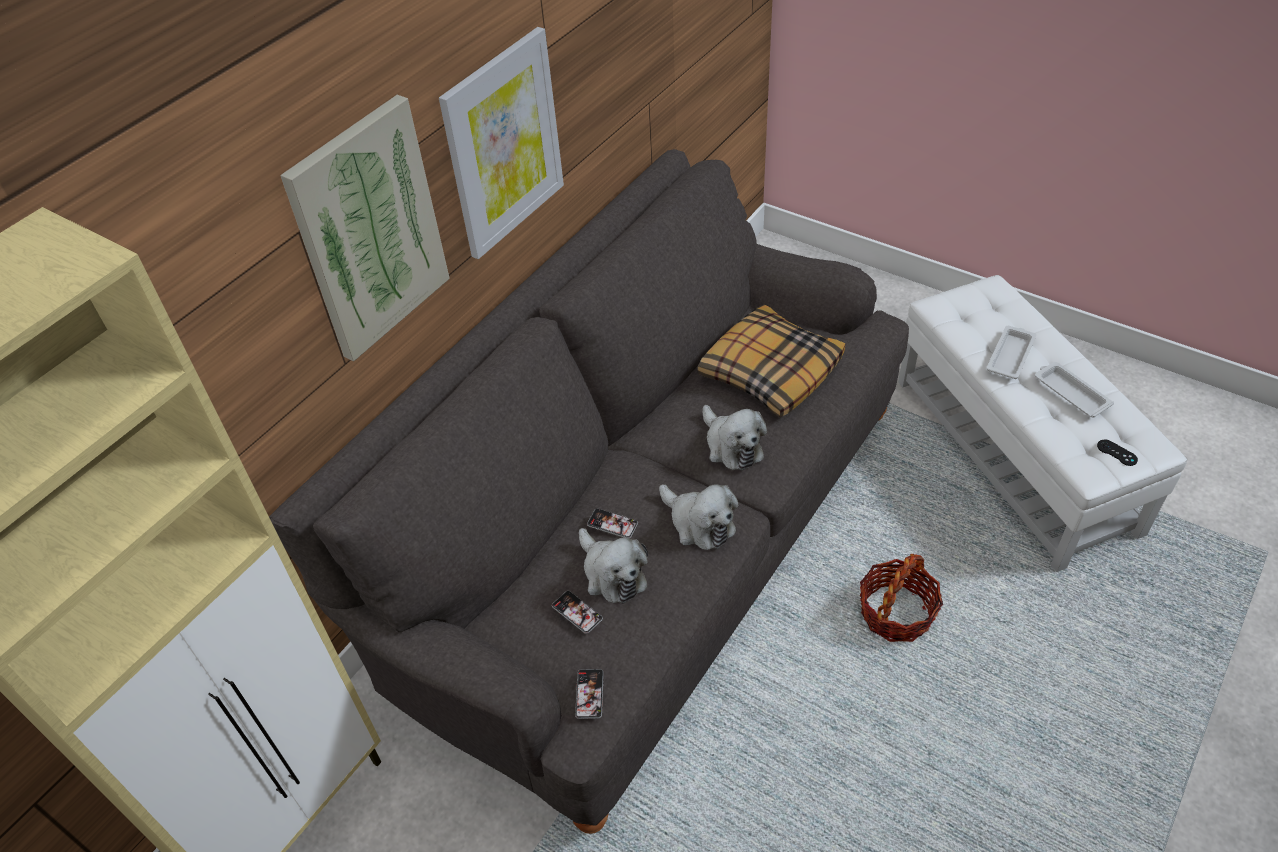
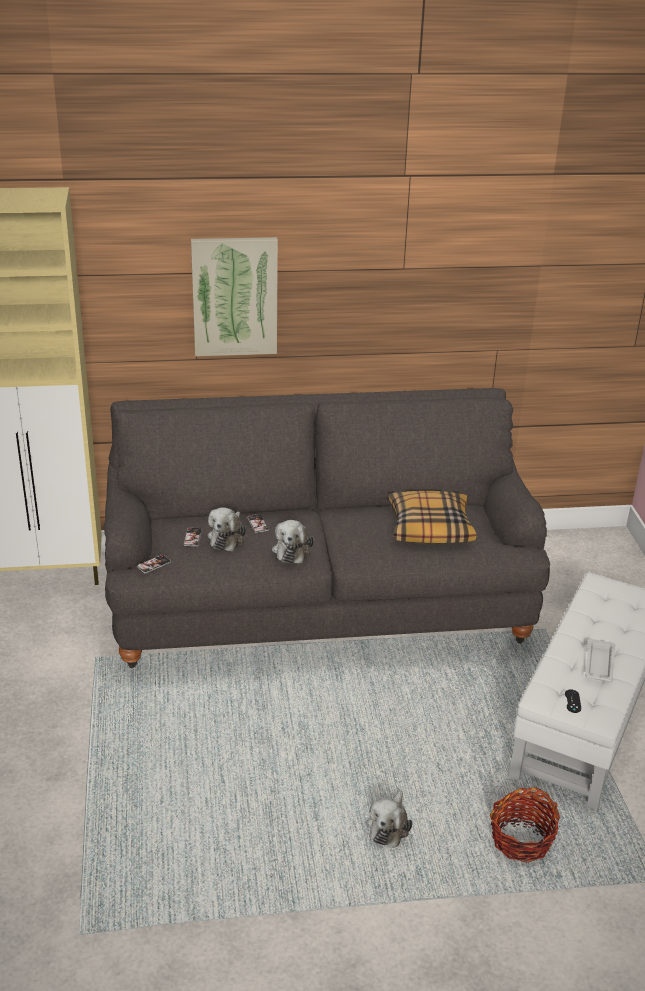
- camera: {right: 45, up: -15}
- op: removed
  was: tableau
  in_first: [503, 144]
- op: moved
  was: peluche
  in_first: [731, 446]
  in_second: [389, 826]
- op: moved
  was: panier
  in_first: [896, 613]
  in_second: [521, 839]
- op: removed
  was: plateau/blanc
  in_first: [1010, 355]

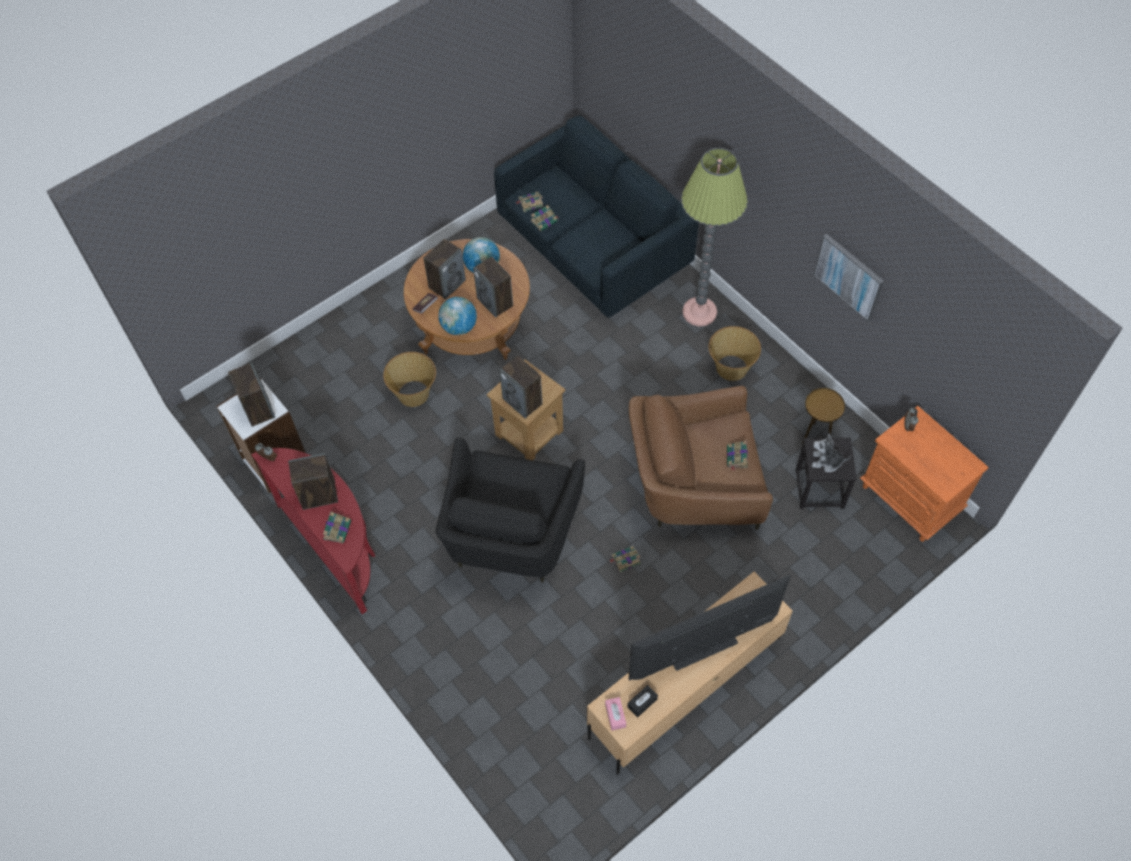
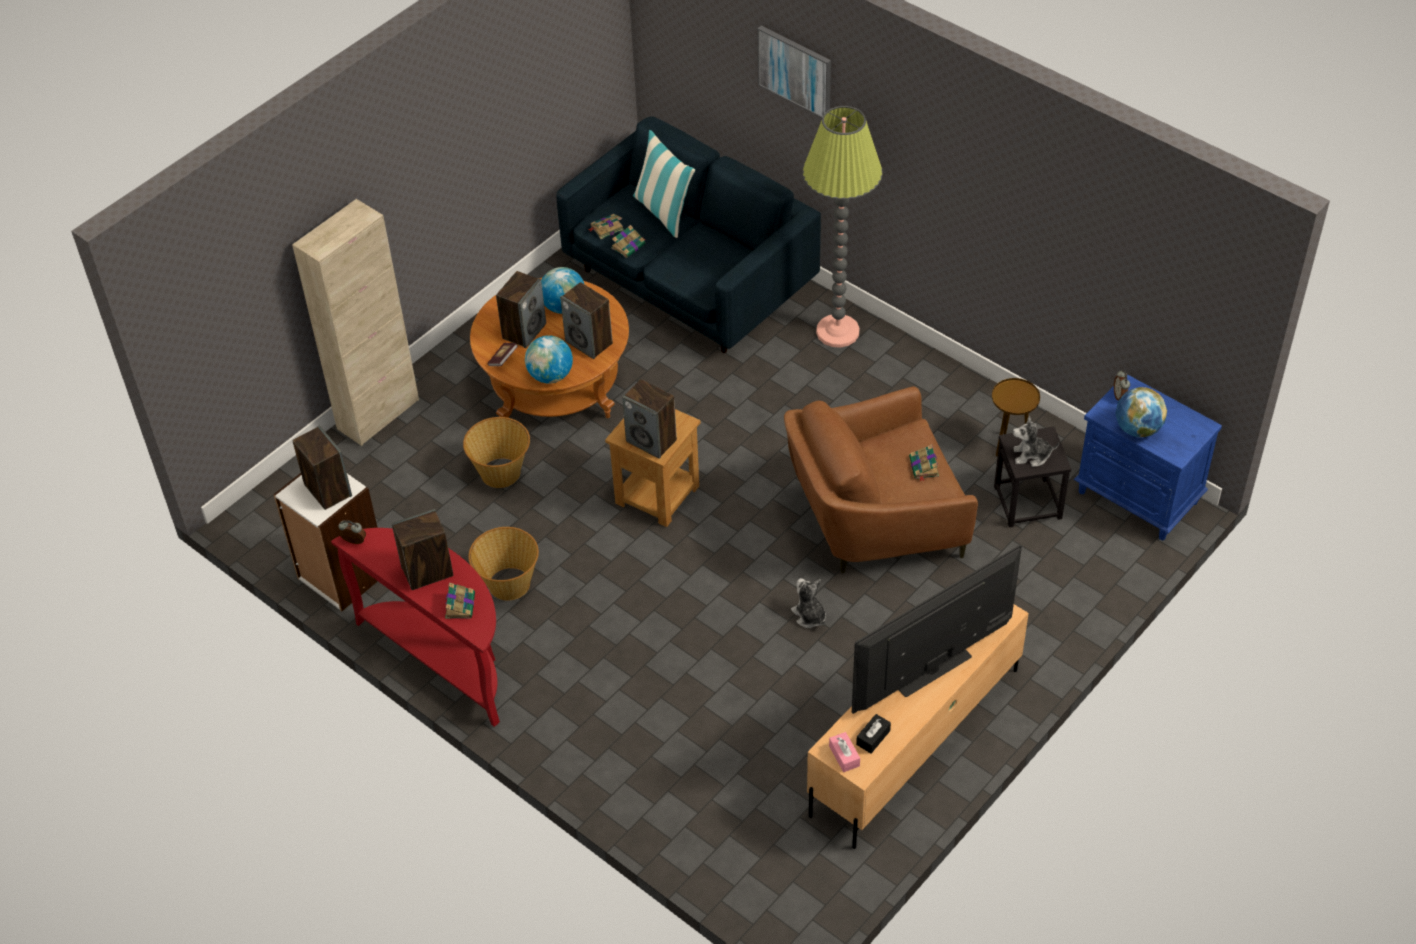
- camera: {right: -10, up: -10}
- op: removed
  was: fauteuil/noir
  in_first: [511, 535]
- op: replaced
  was: livre
  now: peluche
  in_first: [625, 560]
  in_second: [809, 616]
- op: moved
  was: panier
  in_first: [731, 368]
  in_second: [508, 584]
- op: moved
  was: tableau
  in_first: [849, 276]
  in_second: [795, 71]
- op: recoloured
  was: table de chevet/orange
  now: table de chevet/bleu
  in_first: [910, 499]
  in_second: [1139, 497]
- op: added
  now: meuble de rangement/beige
  in_second: [378, 414]
- op: added
  now: coussin
  in_second: [663, 212]
- op: added
  now: globe
  in_second: [1137, 429]

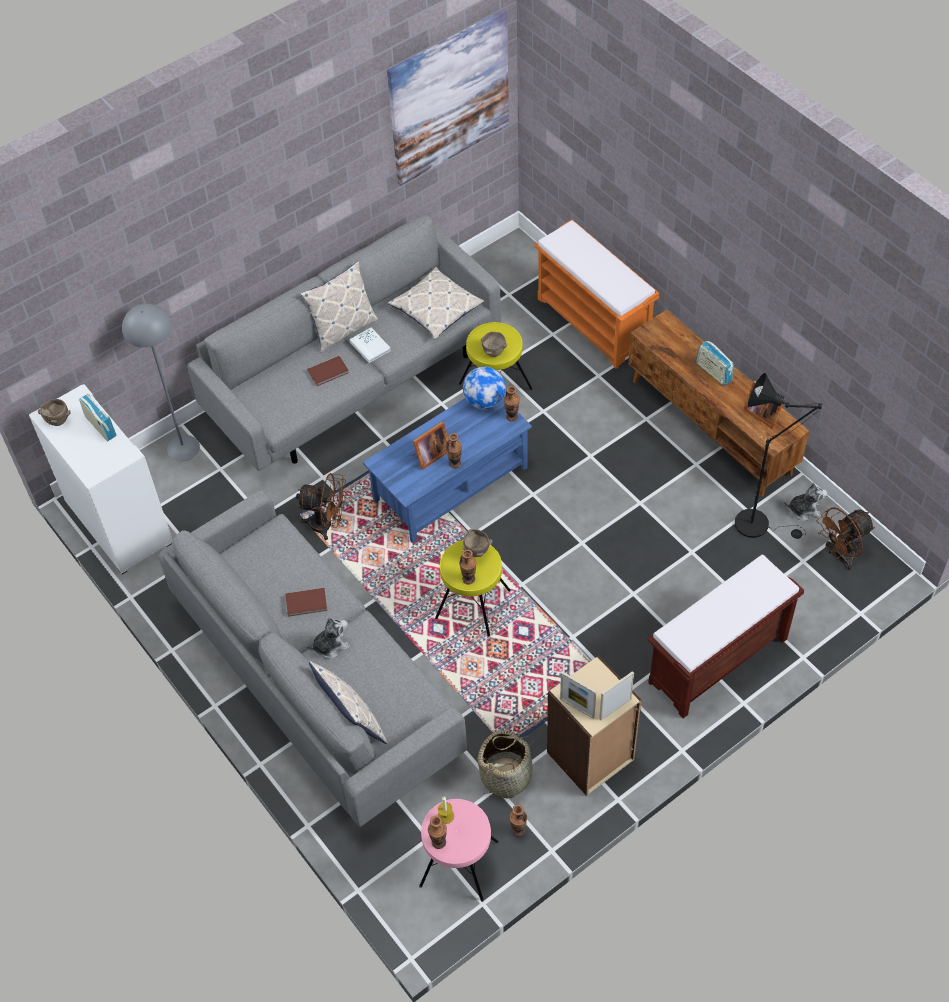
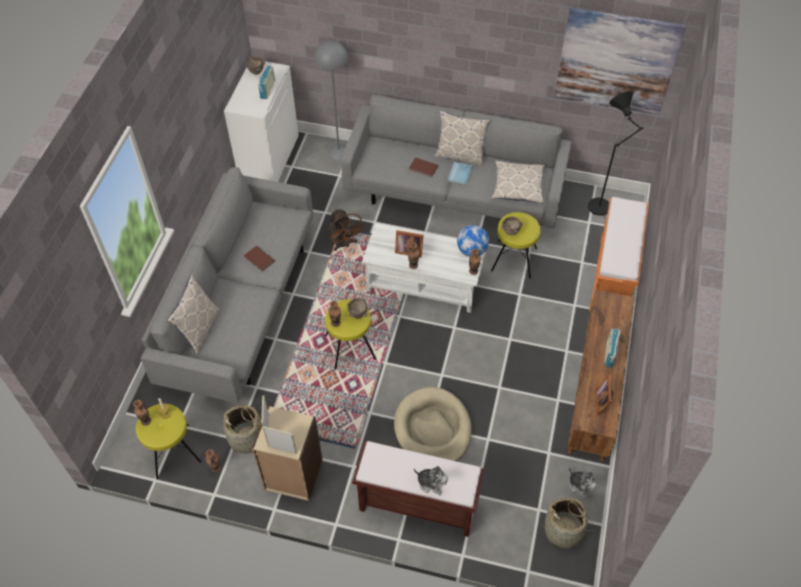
- camera: {right: 50, up: 0}
- op: moved
  was: peluche
  in_first: [330, 646]
  in_second: [431, 483]
- op: recoloured
  was: livre/blanc
  now: livre/bleu
  in_first: [370, 346]
  in_second: [460, 174]
- op: recoloured
  was: table basse/bleu
  now: table basse/blanc
  in_first: [450, 484]
  in_second: [424, 283]
- op: recoloured
  was: tabouret/rose
  now: tabouret/jaune
  in_first: [458, 864]
  in_second: [172, 451]
- op: moved
  was: lampadaire/noir
  in_first: [758, 524]
  in_second: [602, 210]
- op: replaced
  was: ventilateur/marron
  now: panier
  in_first: [840, 555]
  in_second: [564, 530]
- op: added
  now: panier pour chien/beige
  in_second: [432, 429]

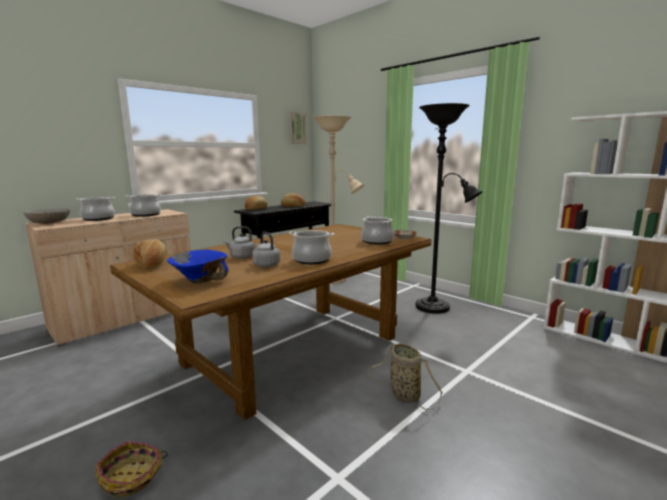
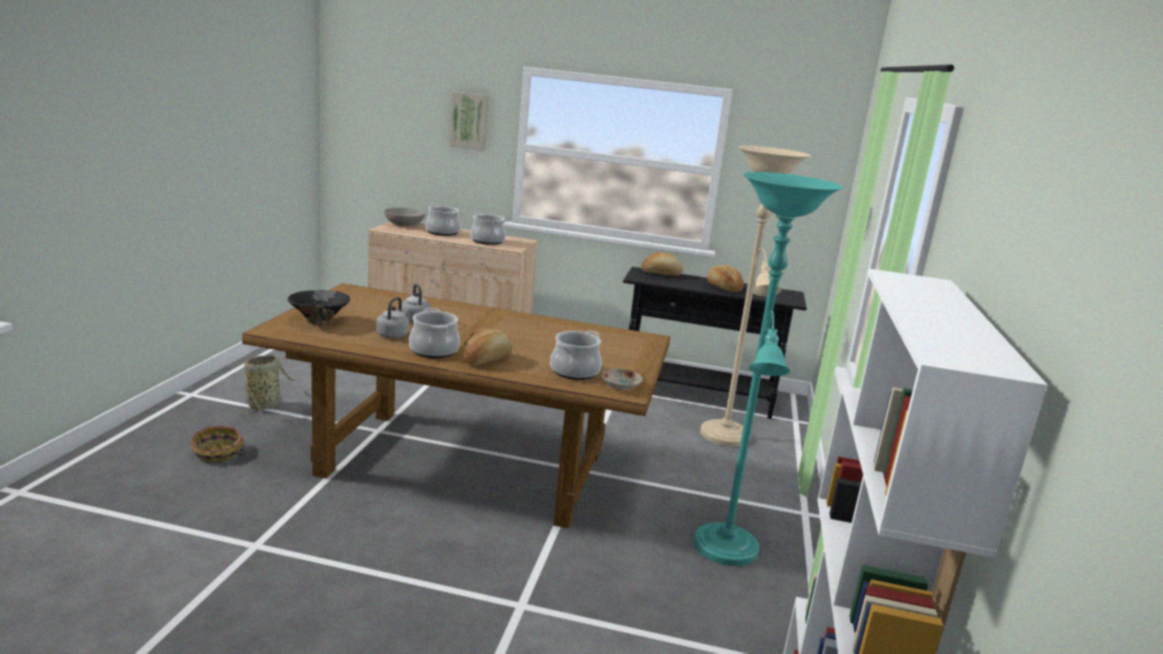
- camera: {right: 55, up: 5}
- op: moved
  was: pain
  in_first: [152, 264]
  in_second: [486, 360]
- op: recoloured
  was: bol/bleu
  now: bol/noir
  in_first: [200, 280]
  in_second: [319, 322]
- op: moved
  was: tableau
  in_first: [297, 128]
  in_second: [469, 121]
- op: moved
  was: panier
  in_first: [403, 394]
  in_second: [265, 404]
- op: recoloured
  was: lampadaire/noir
  now: lampadaire/turquoise
  in_first: [436, 308]
  in_second: [726, 551]

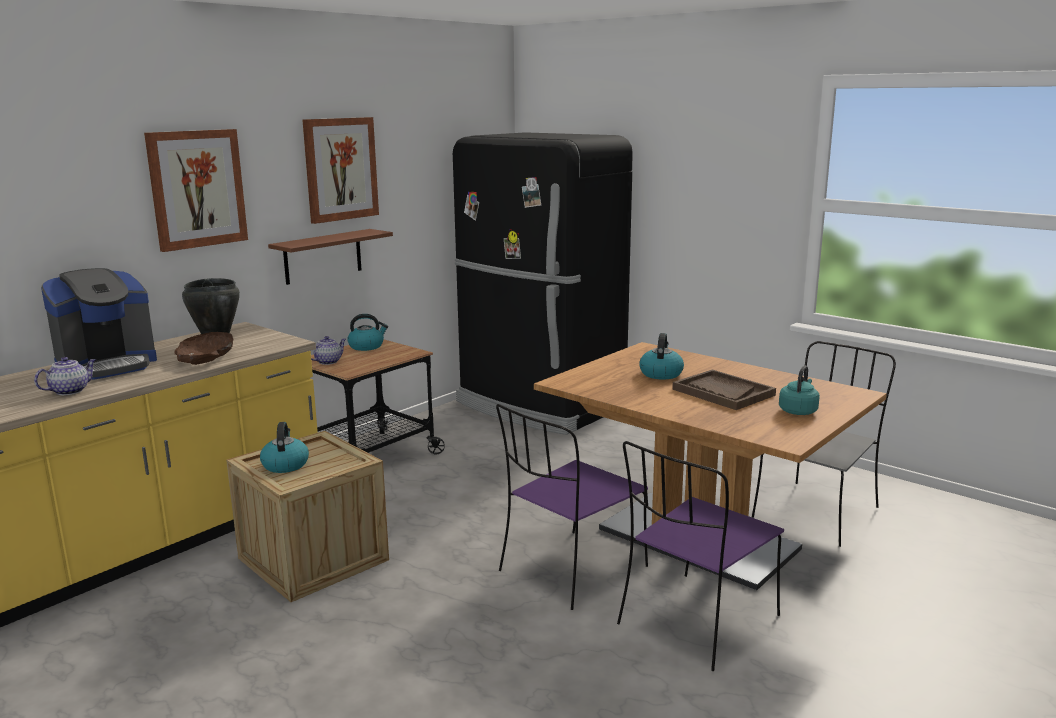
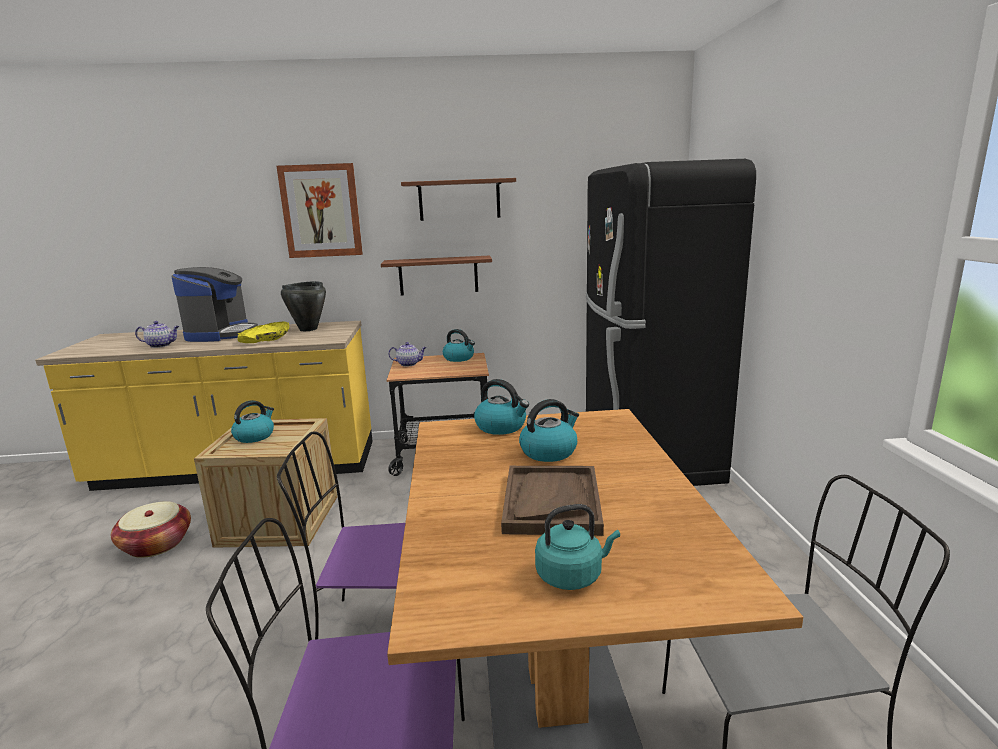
- camera: {right: 45, up: 0}
- op: turned
  was: machine à café
  in_first: [107, 365]
  in_second: [221, 334]
  clockwise: -90
- op: recoloured
  was: bol/marron
  now: bol/jaune
  in_first: [205, 358]
  in_second: [265, 340]
- op: replaced
  was: tableau
  now: étagère/marron
  in_first: [340, 169]
  in_second: [459, 200]
- op: added
  now: panier
  in_second: [156, 544]
- op: added
  now: bouilloire
  in_second: [501, 427]

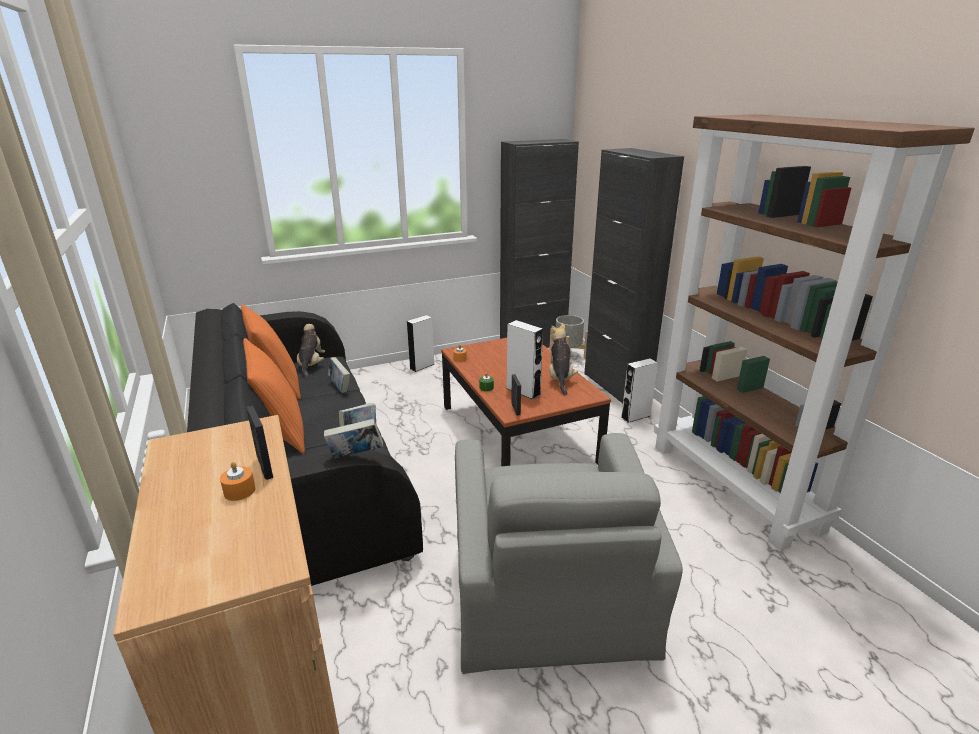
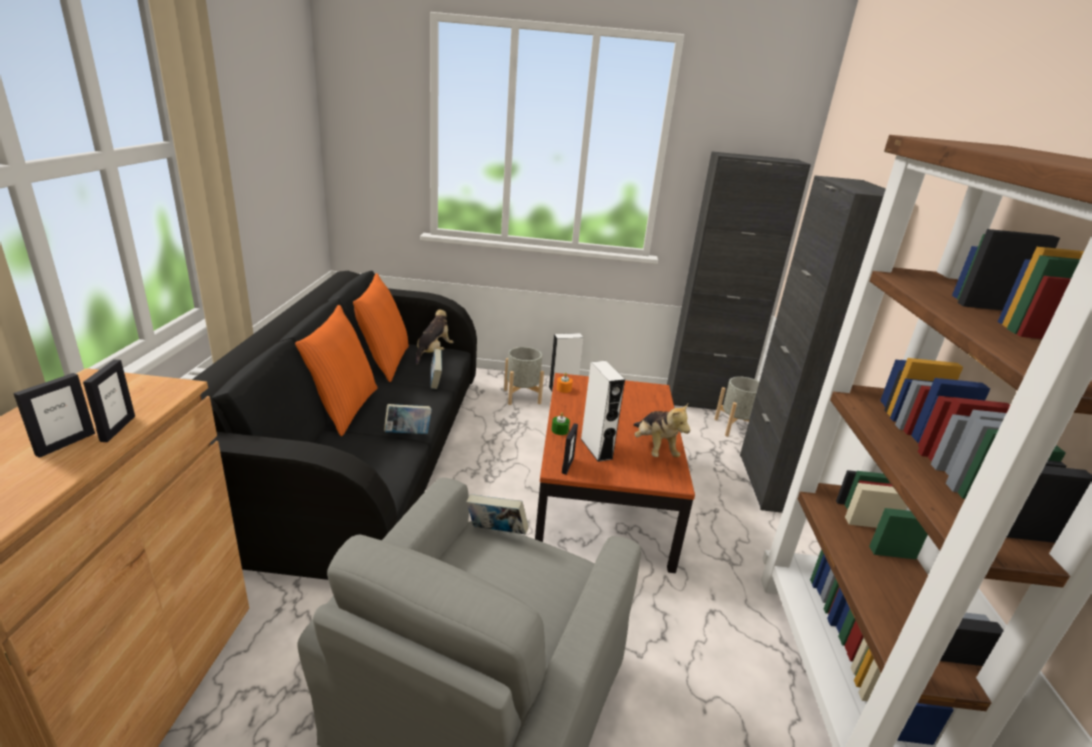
- camera: {right: 25, up: 0}
- op: replaced
  was: bougie/orange
  now: cadre photo
  in_first: [239, 491]
  in_second: [65, 444]
- op: moved
  was: livre
  in_first: [356, 456]
  in_second: [496, 532]
- op: turned
  was: peluche
  in_first: [560, 378]
  in_second: [654, 448]
  clockwise: 135
- op: removed
  was: enceinte/blanc
  in_first: [635, 416]
- op: added
  now: cache-pot/gris
  in_second: [522, 396]

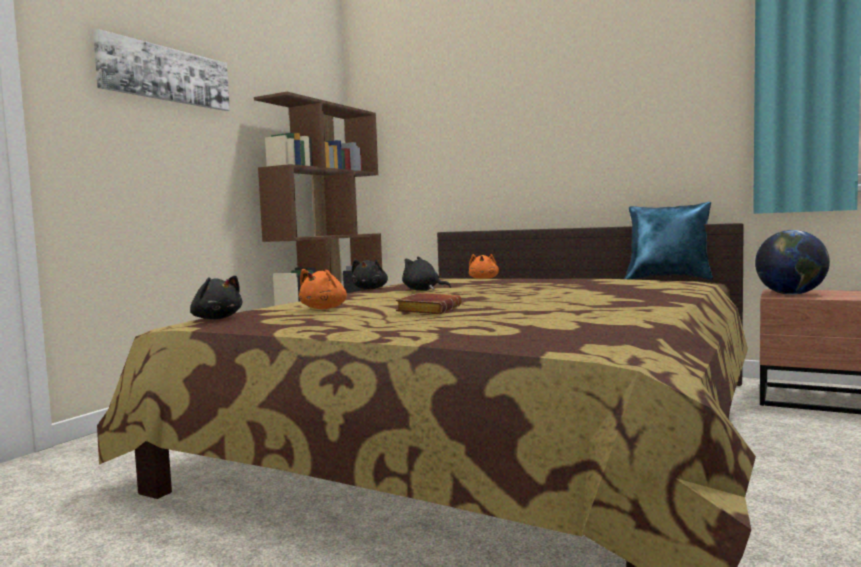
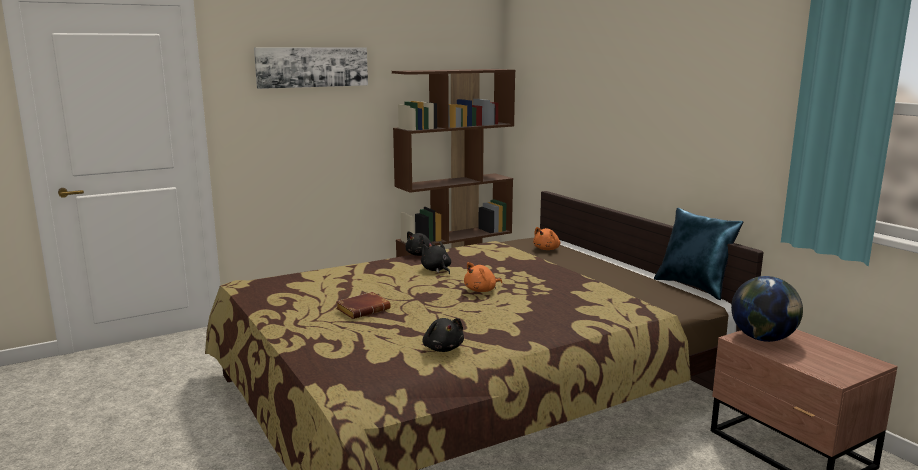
- camera: {right: 30, up: 10}
- op: moved
  was: peluche/noir
  in_first: [216, 319]
  in_second: [443, 348]
- op: moved
  was: peluche/orange
  in_first: [325, 308]
  in_second: [482, 290]

